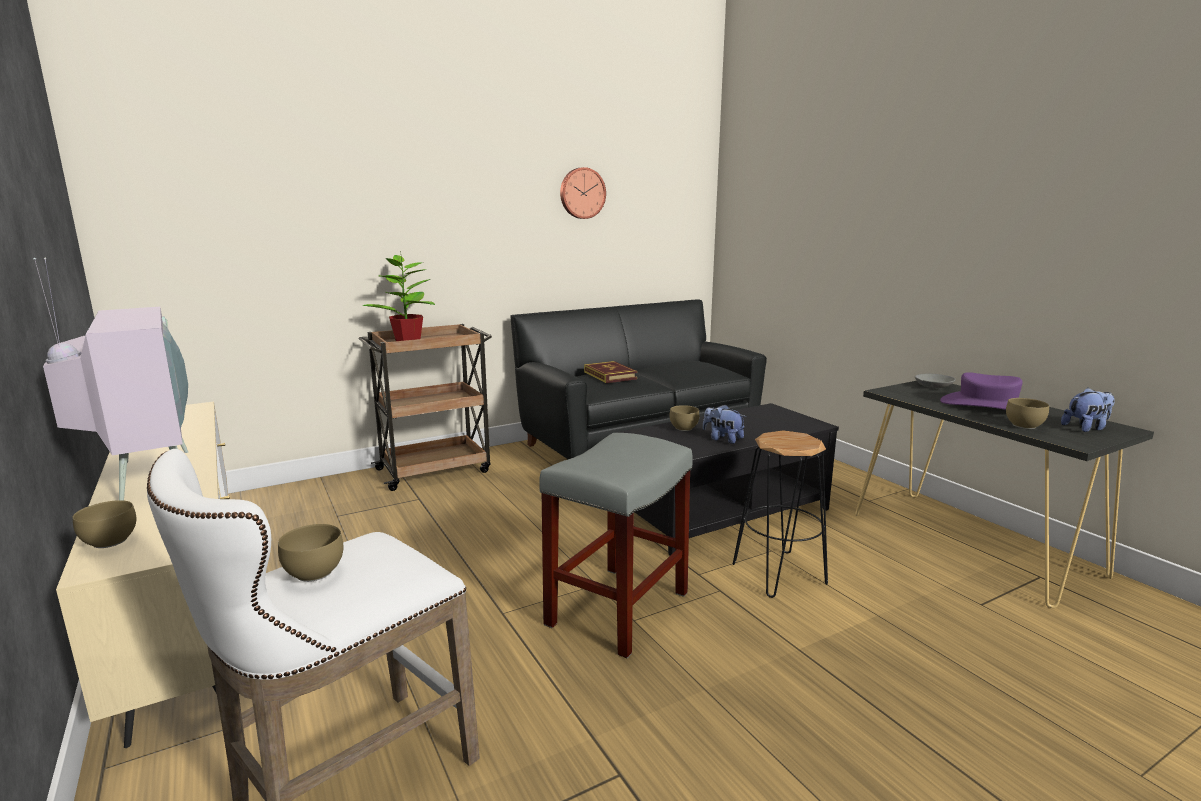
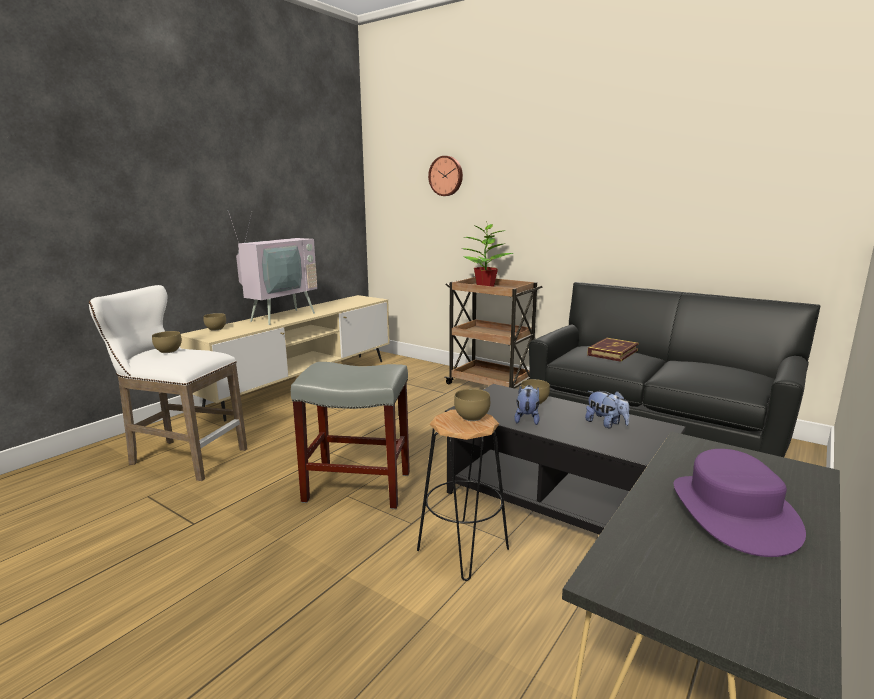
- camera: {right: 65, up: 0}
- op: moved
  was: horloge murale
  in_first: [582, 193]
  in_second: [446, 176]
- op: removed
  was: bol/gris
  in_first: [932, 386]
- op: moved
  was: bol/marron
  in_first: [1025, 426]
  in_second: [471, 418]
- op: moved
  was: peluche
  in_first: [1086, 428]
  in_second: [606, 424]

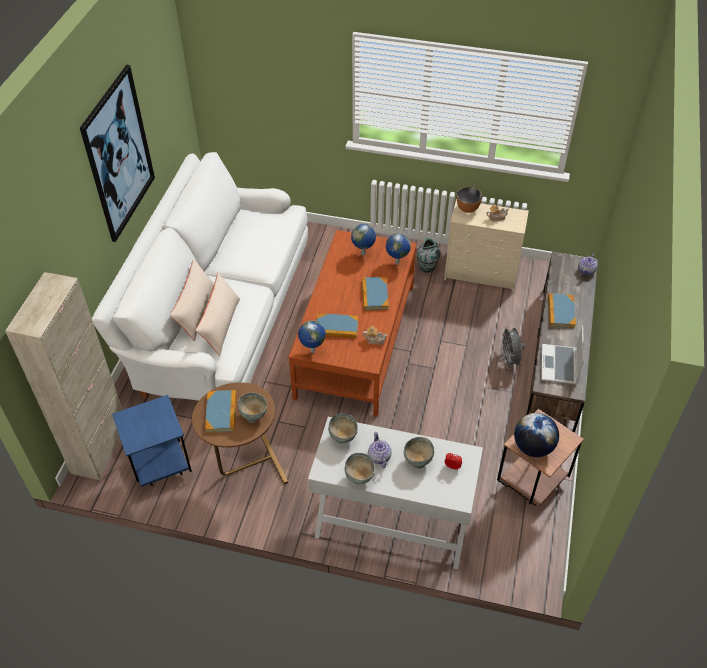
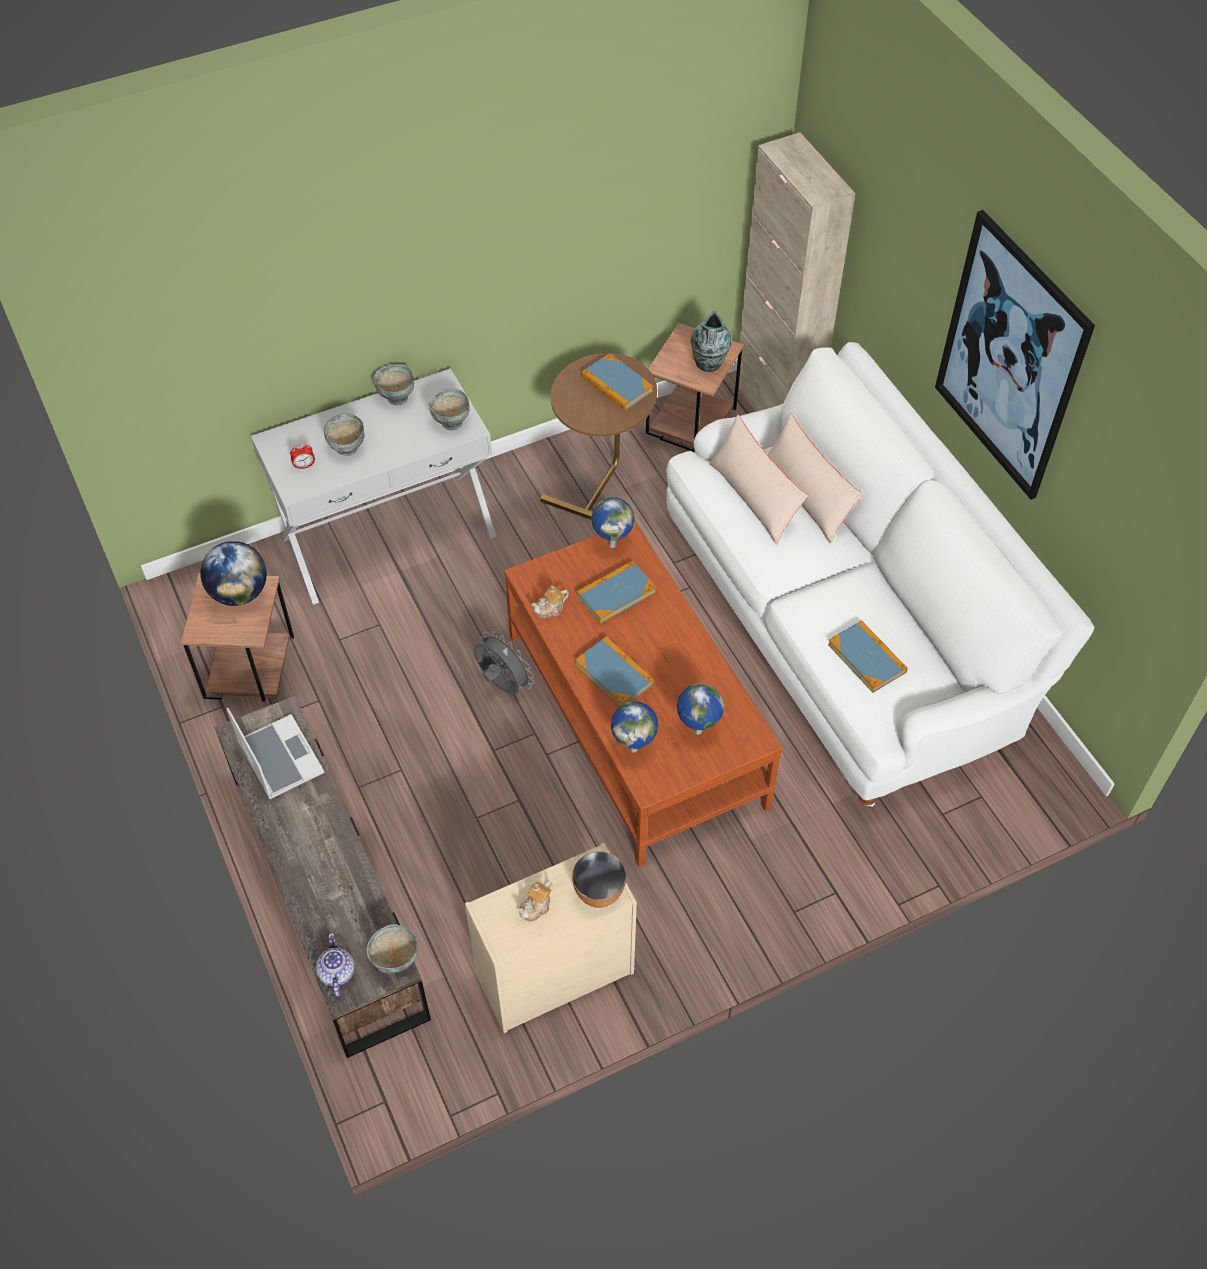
- camera: {right: 140, up: 5}
- op: recoloured
  was: table d'appoint/bleu
  now: table d'appoint/marron
  in_first: [161, 466]
  in_second: [691, 432]
- op: moved
  was: bol/gris
  in_first: [254, 416]
  in_second: [396, 961]
- op: removed
  was: théière
  in_first: [379, 457]
- op: moved
  was: vase
  in_first: [427, 267]
  in_second: [708, 364]
- op: moved
  was: ventilateur/gris
  in_first: [509, 360]
  in_second: [502, 685]
- op: moved
  was: livre
  in_first: [561, 312]
  in_second: [867, 658]

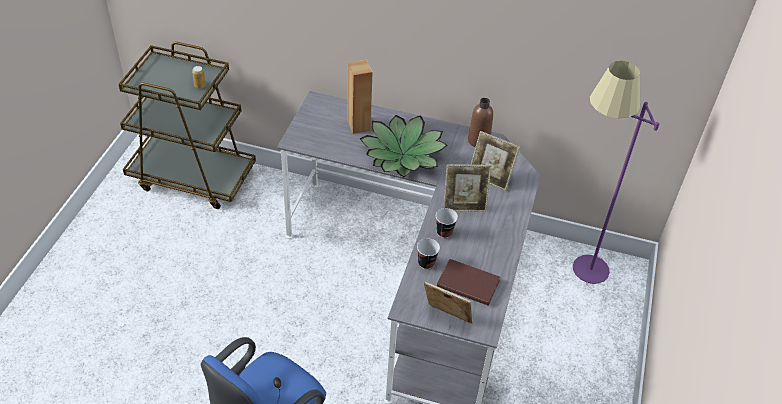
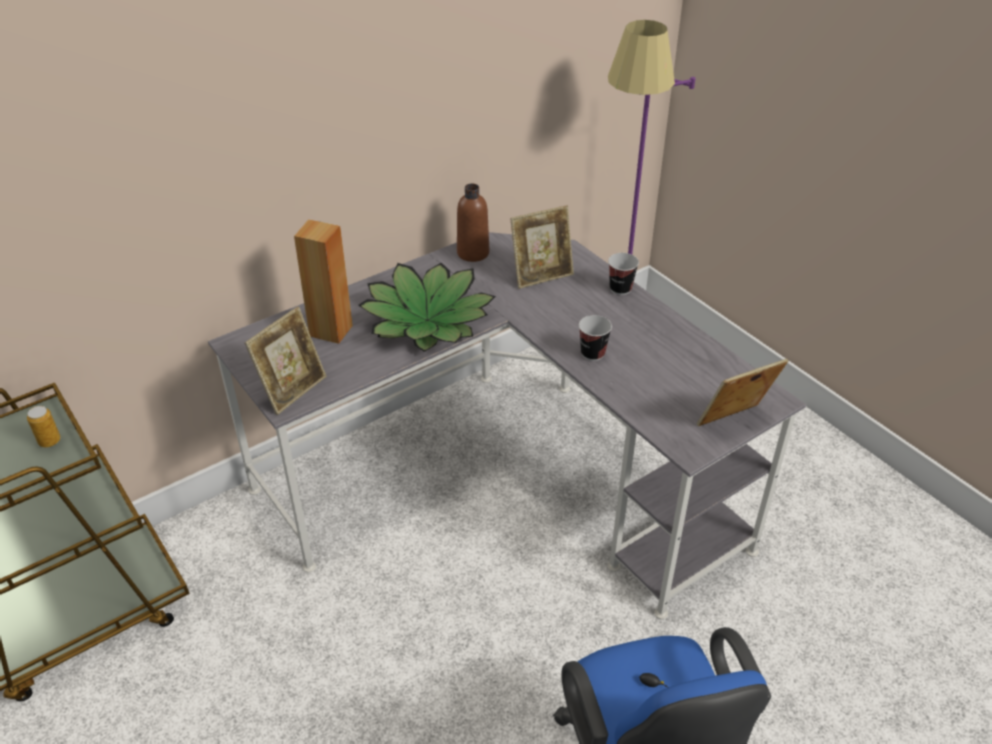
- camera: {right: -50, up: -5}
- op: moved
  was: tasse
  in_first: [426, 263]
  in_second: [620, 289]
- op: removed
  was: livre/marron
  in_first: [467, 282]
- op: moved
  was: cadre photo
  in_first: [464, 205]
  in_second: [293, 390]

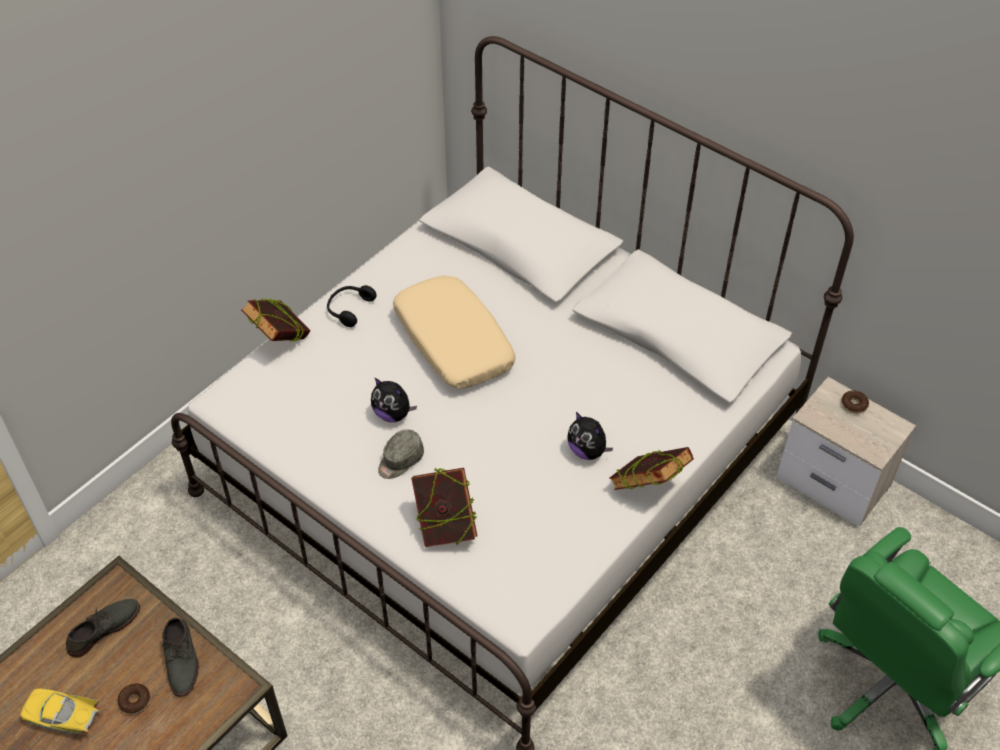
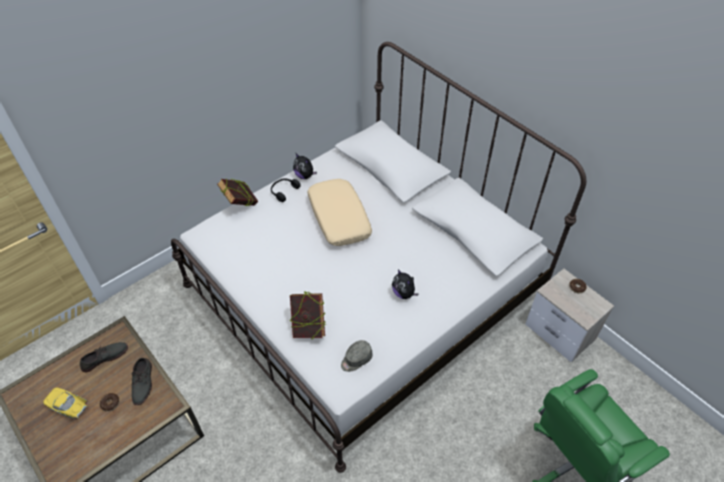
- camera: {right: 10, up: 0}
- op: moved
  was: peluche
  in_first: [393, 414]
  in_second: [305, 175]
- op: moved
  was: casquette/gris
  in_first: [400, 460]
  in_second: [356, 359]
- op: removed
  was: livre
  in_first: [648, 488]

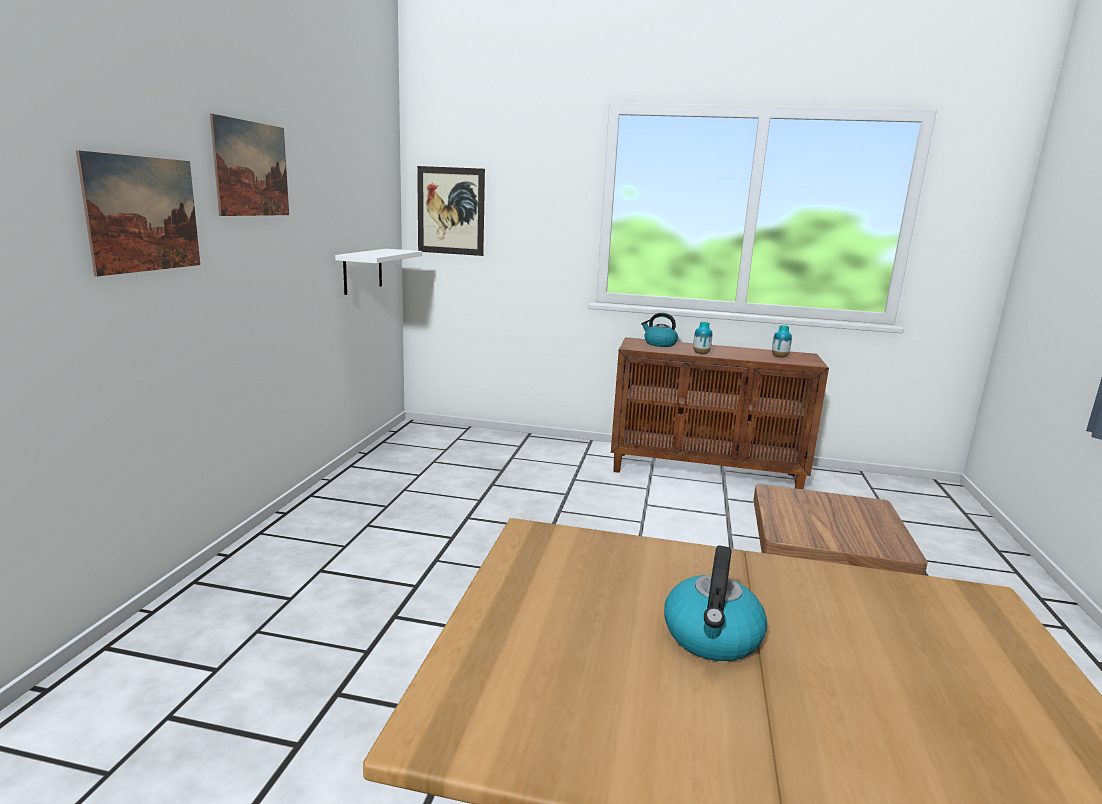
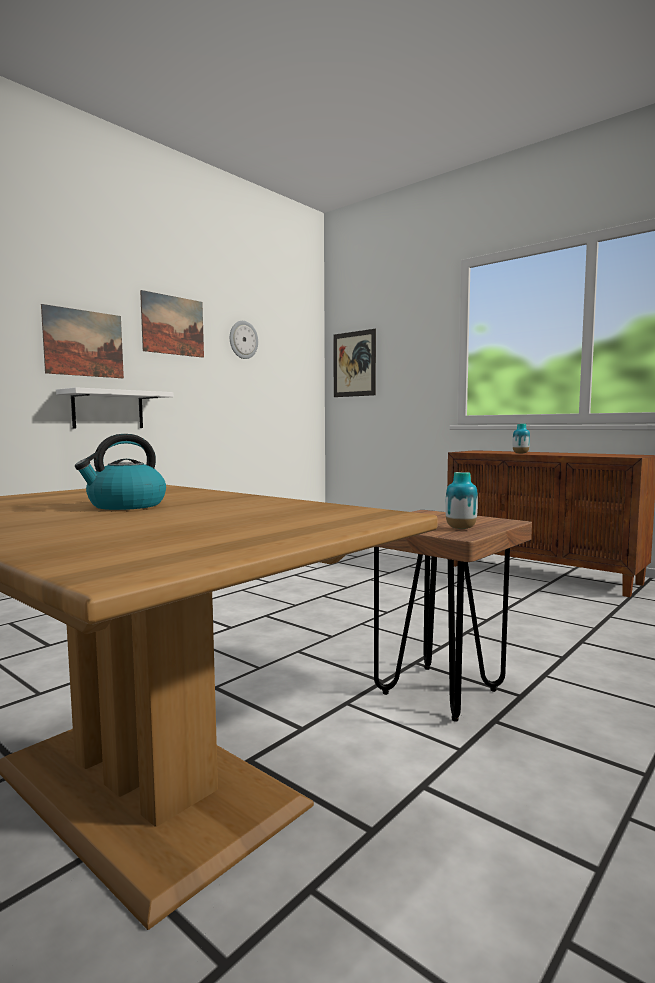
- camera: {right: 30, up: -10}
- op: moved
  was: étagère/blanc
  in_first: [363, 271]
  in_second: [108, 410]
- op: removed
  was: bouilloire
  in_first: [659, 344]
- op: moved
  was: vase
  in_first: [779, 357]
  in_second: [460, 528]
- op: added
  now: horloge murale
  in_second: [243, 340]

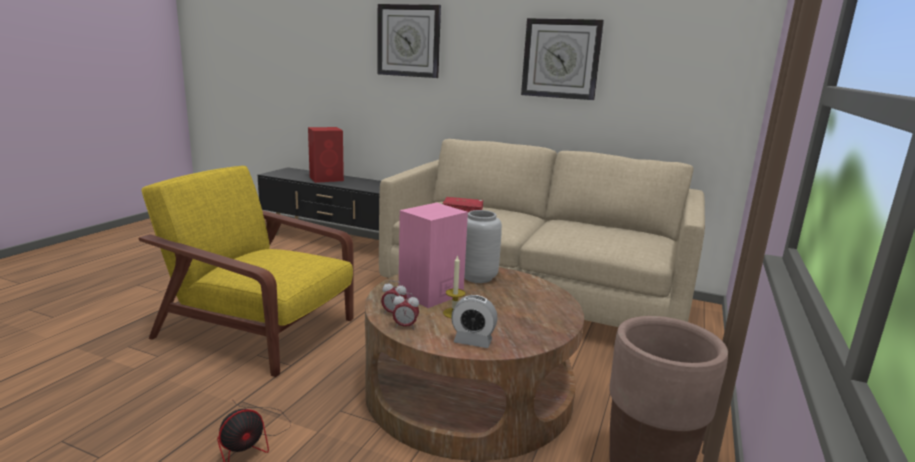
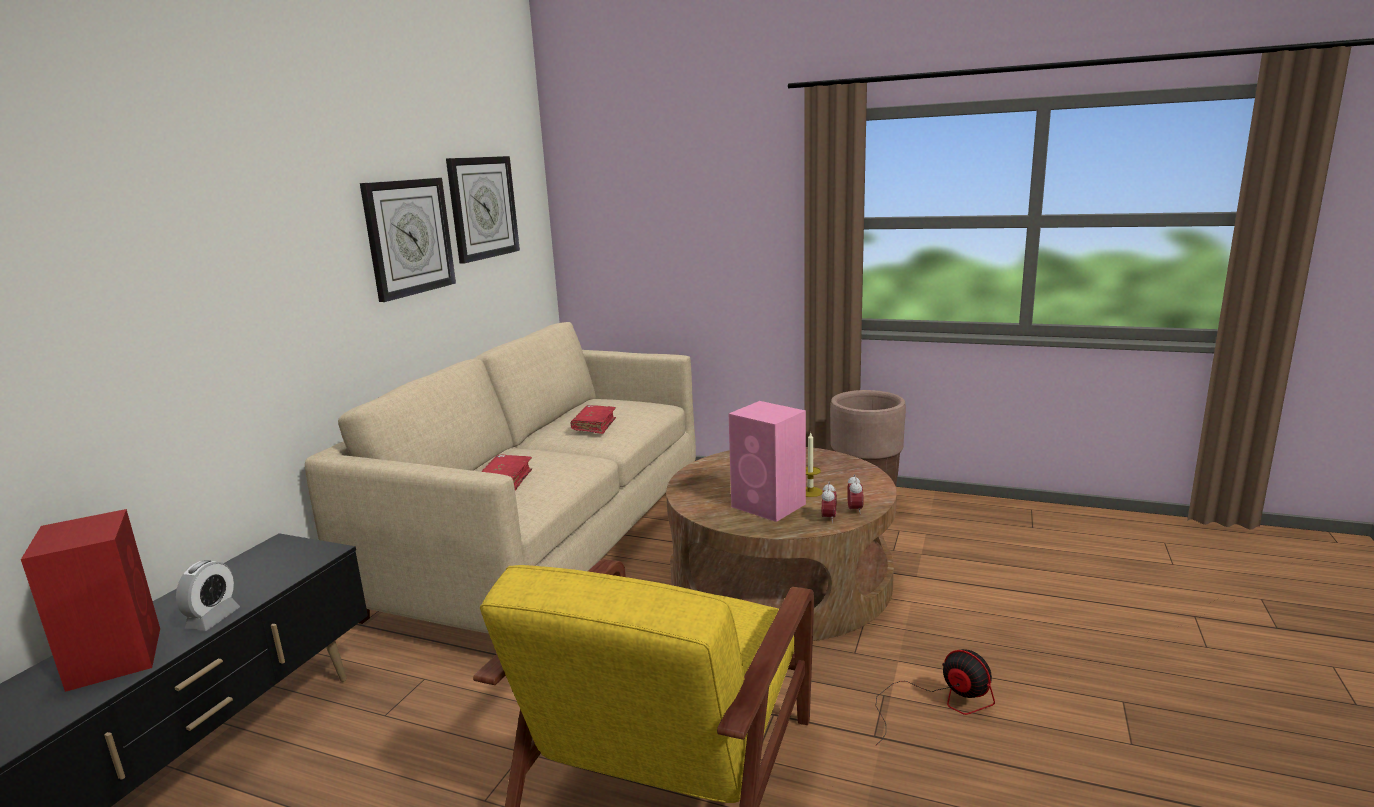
- camera: {right: -90, up: 0}
- op: moved
  was: horloge murale
  in_first: [409, 41]
  in_second: [482, 207]
- op: moved
  was: réveil
  in_first: [472, 341]
  in_second: [213, 619]
- op: removed
  was: vase/gris
  in_first: [478, 278]
- op: added
  now: livre/rouge
  in_second: [594, 425]

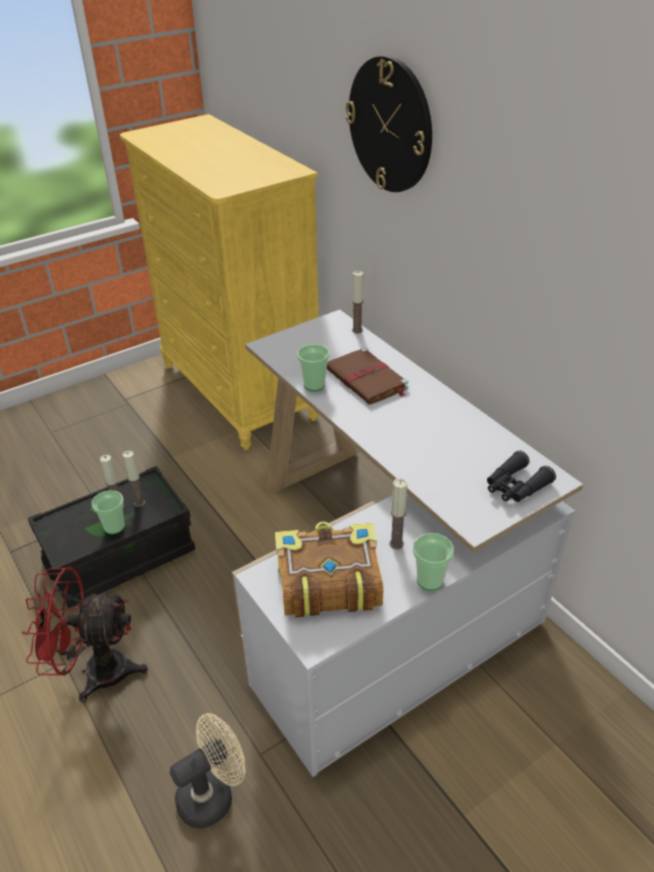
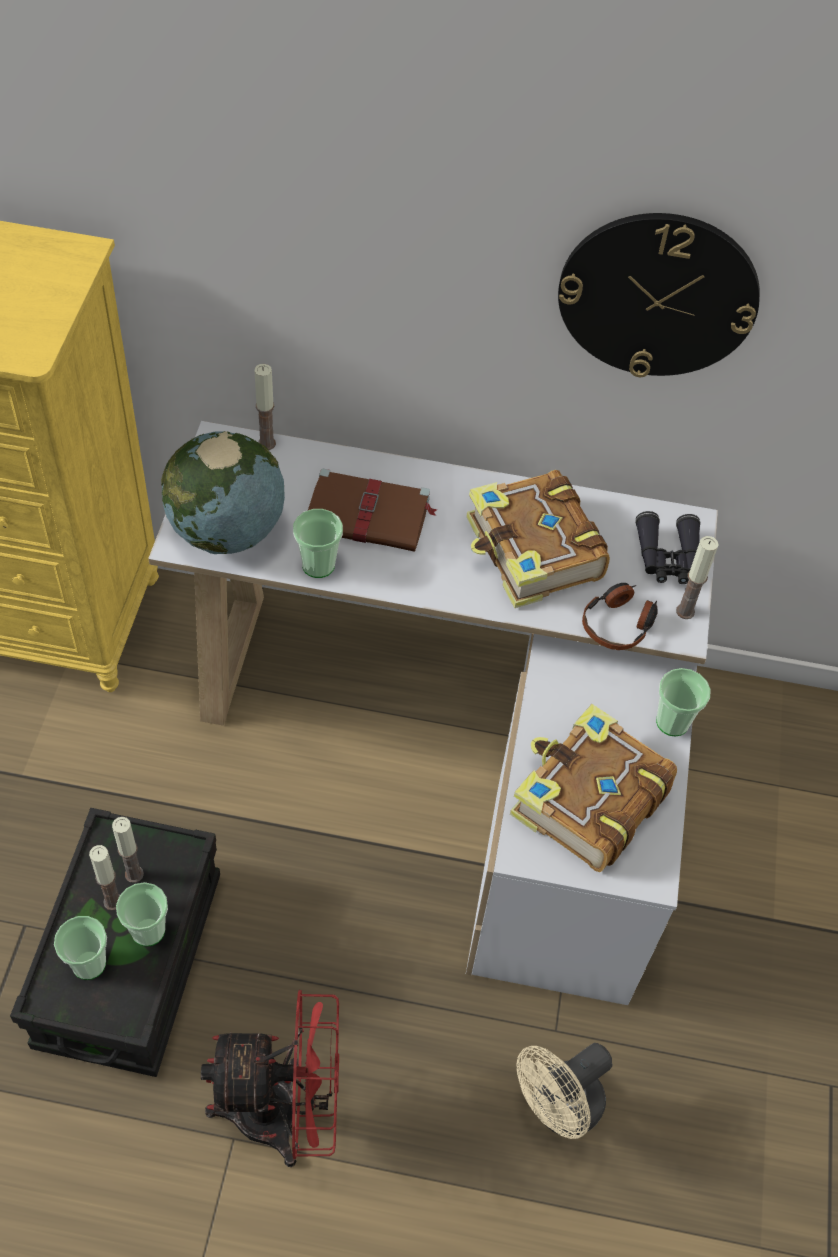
- camera: {right: -50, up: 15}
- op: turned
  was: ventilateur/rouge
  in_first: [95, 671]
  in_second: [285, 1113]
  clockwise: -135
- op: turned
  was: ventilateur/beige
  in_first: [213, 794]
  in_second: [558, 1108]
  clockwise: -135
- op: moved
  was: horloge murale
  in_first: [390, 125]
  in_second: [657, 295]
- op: moved
  was: bougie
  in_first: [396, 543]
  in_second: [685, 611]
- op: added
  now: tasse
  in_second: [89, 963]
- op: added
  now: globe
  in_second: [226, 532]
- op: added
  now: livre
  in_second: [533, 552]
- op: added
  now: casque audio
  in_second: [619, 623]

